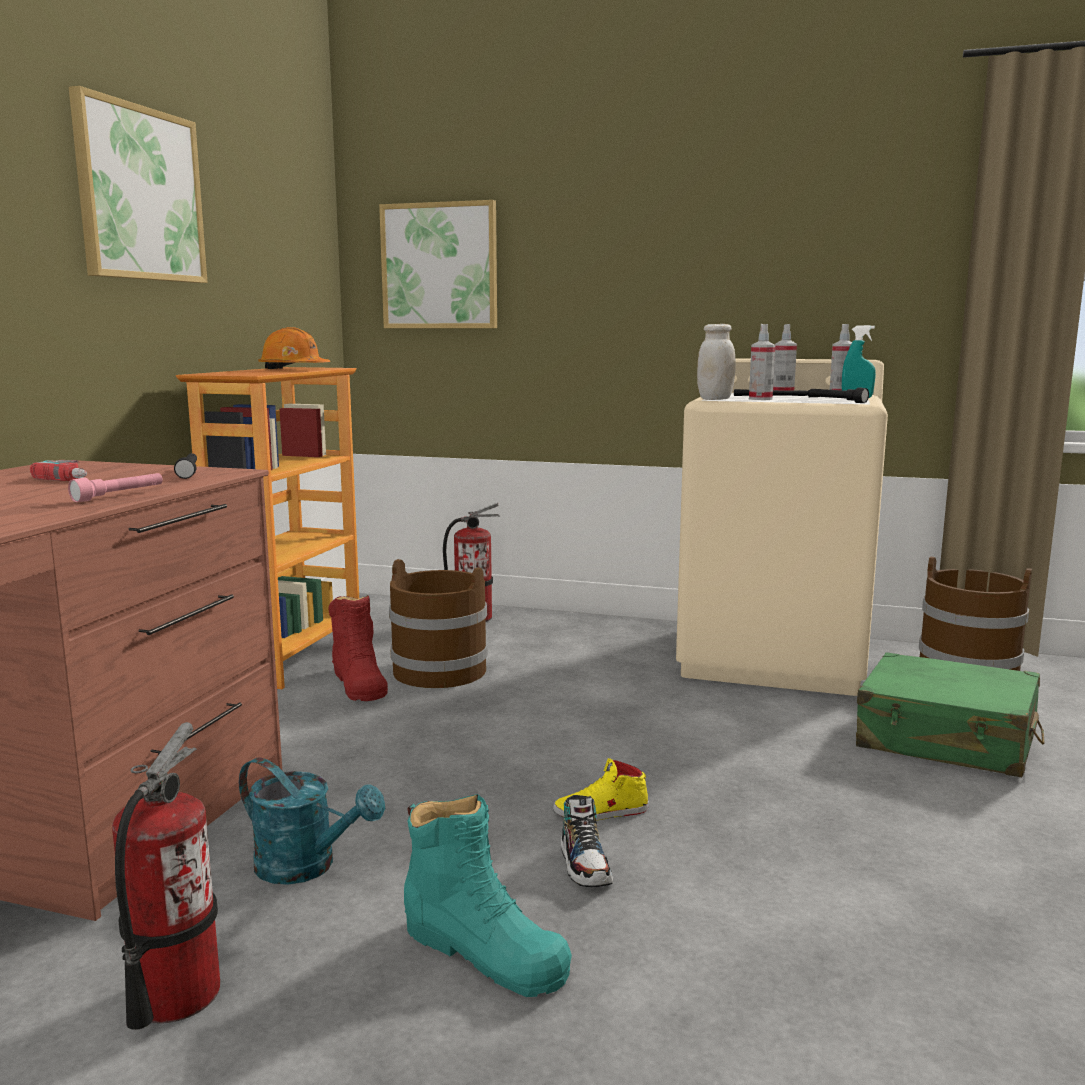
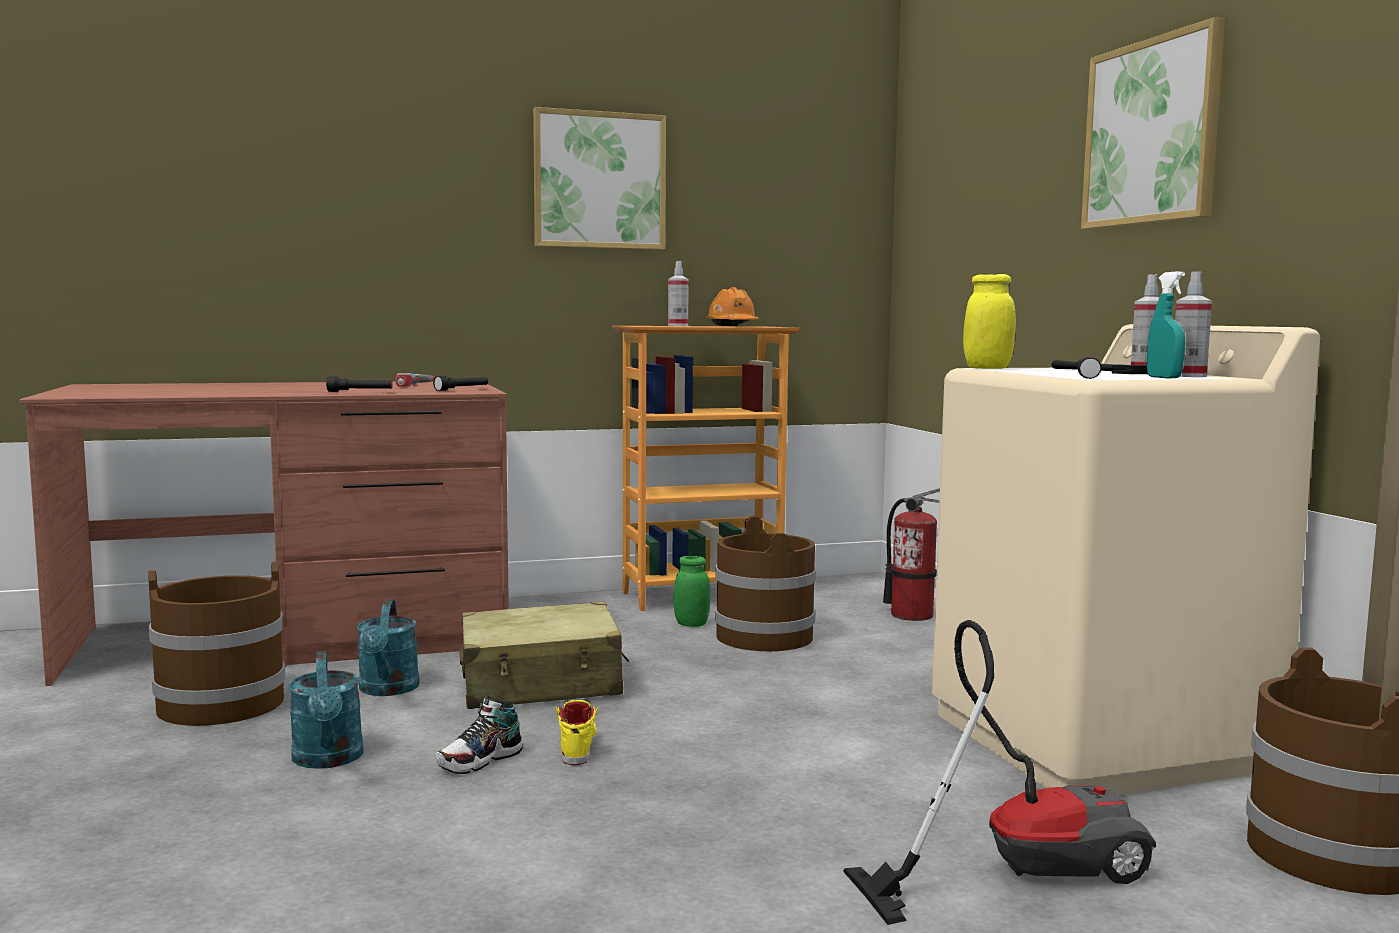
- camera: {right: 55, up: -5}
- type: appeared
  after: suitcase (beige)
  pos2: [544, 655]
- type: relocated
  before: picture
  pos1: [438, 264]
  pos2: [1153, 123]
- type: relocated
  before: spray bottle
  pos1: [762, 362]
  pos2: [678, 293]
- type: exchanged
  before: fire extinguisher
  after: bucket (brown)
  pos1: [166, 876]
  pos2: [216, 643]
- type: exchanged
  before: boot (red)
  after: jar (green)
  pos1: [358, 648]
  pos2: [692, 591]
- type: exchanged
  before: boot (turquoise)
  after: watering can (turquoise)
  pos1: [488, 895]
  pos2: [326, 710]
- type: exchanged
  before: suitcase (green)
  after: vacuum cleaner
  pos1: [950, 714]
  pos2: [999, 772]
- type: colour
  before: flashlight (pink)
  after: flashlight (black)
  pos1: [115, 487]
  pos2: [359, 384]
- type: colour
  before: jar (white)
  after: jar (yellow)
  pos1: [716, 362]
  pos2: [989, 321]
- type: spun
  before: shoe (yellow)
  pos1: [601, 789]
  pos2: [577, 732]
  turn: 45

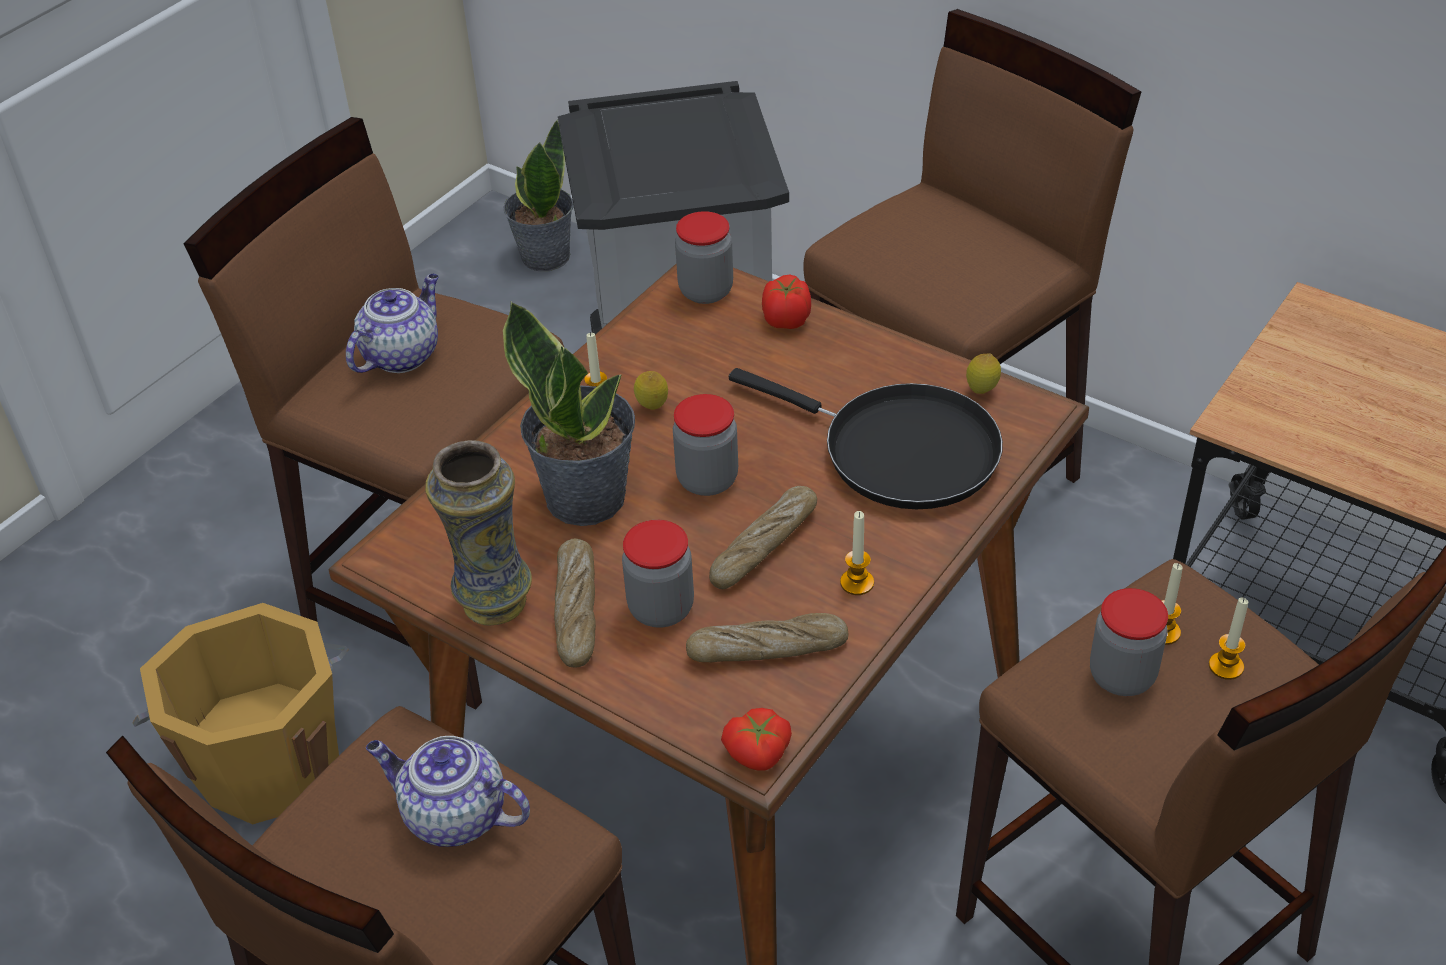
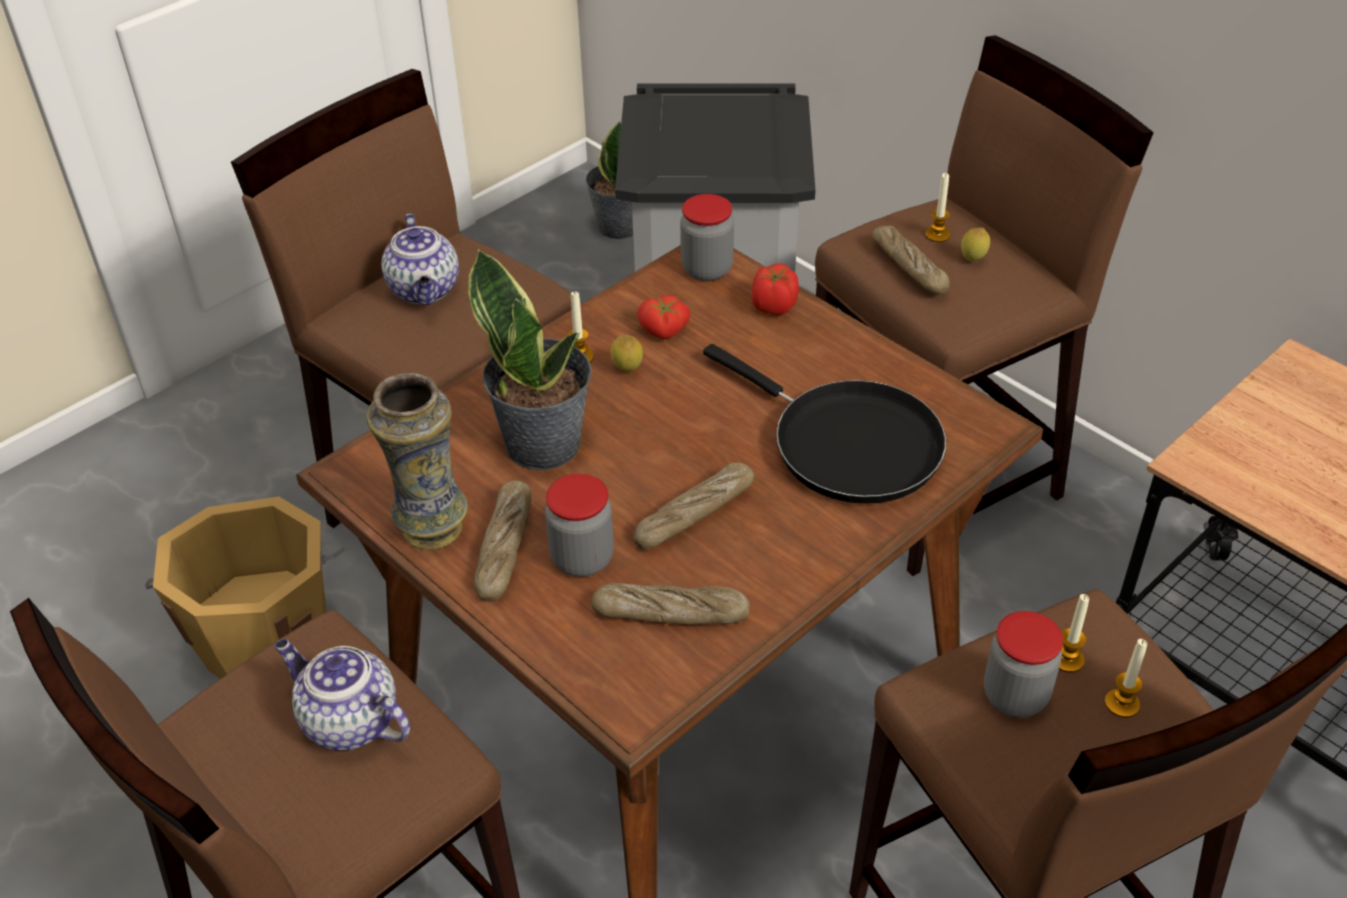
- camera: {right: 10, up: 0}
- type: missing
  before: jar
  pos1: [705, 445]
- type: appeared
  after: bread
  pos2: [911, 260]
- type: relocated
  before: tomato
  pos1: [756, 739]
  pos2: [663, 317]
- type: relocated
  before: candle
  pos1: [857, 553]
  pos2: [937, 207]
- type: relocated
  before: lemon
  pos1: [983, 373]
  pos2: [975, 244]
- type: spun
  before: teapot
  pos1: [392, 323]
  pos2: [420, 259]
  turn: 120

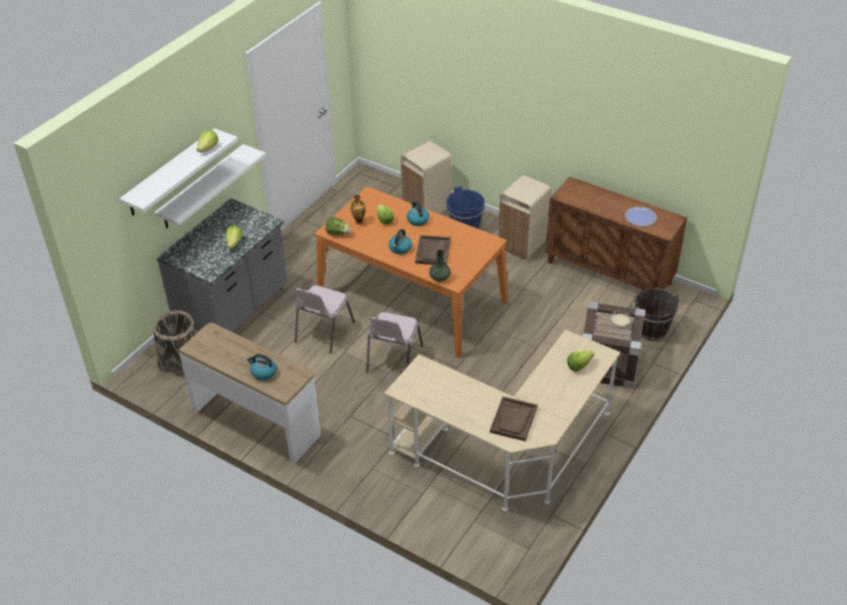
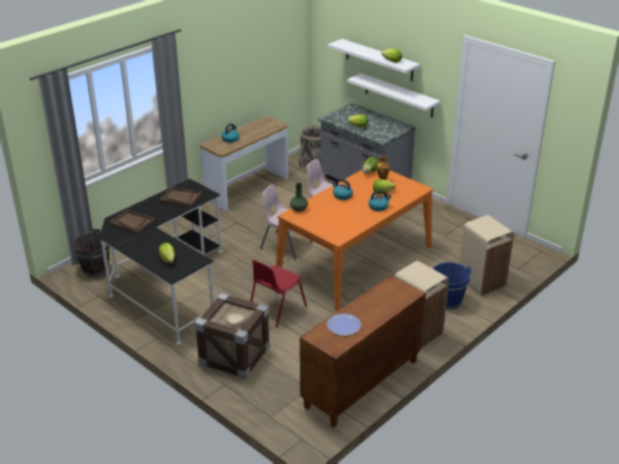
- camera: {right: 100, up: -10}
- type: appeared
  after: chair (red)
  pos2: [278, 294]
- type: relocated
  before: tray (brown)
  pos1: [433, 250]
  pos2: [181, 197]
- type: relocated
  before: bucket (brown)
  pos1: [657, 314]
  pos2: [92, 253]
- type: colour
  before: desk (beige)
  after: desk (black)
  pos1: [502, 420]
  pos2: [160, 262]

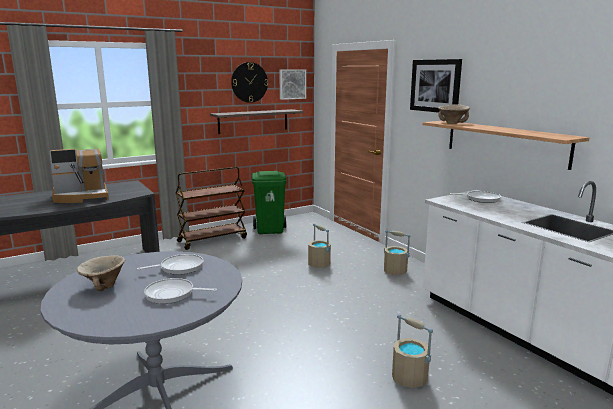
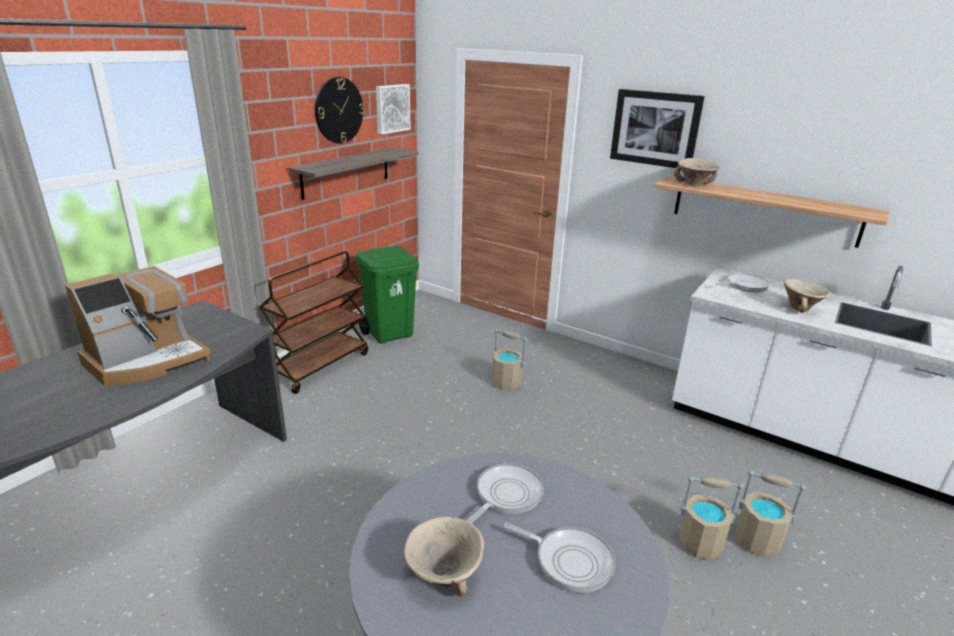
- camera: {right: -25, up: 10}
- type: appeared
  after: bowl (beige)
  pos2: [807, 296]
- type: relocated
  before: bucket (beige)
  pos1: [397, 252]
  pos2: [711, 517]
- type: spun
  before: frying pan
  pos1: [180, 291]
  pos2: [560, 558]
  turn: -135

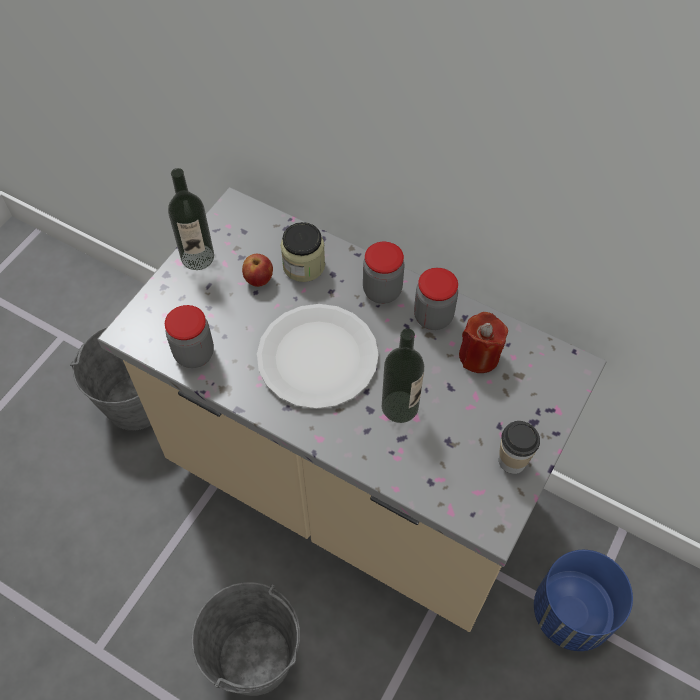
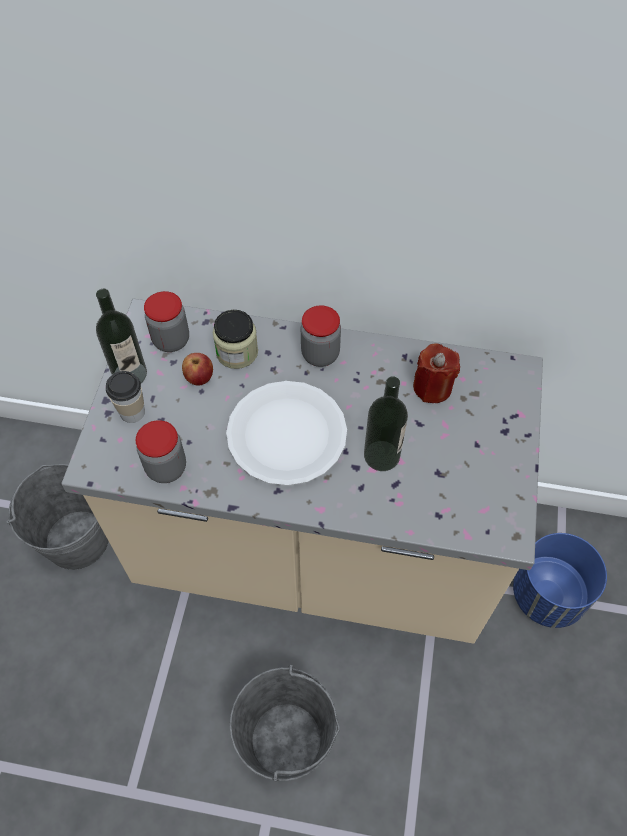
- camera: {right: -20, up: 0}
- type: relocated
  before: jar
  pos1: [436, 299]
  pos2: [166, 321]
- type: relocated
  before: cup
  pos1: [519, 447]
  pos2: [125, 397]

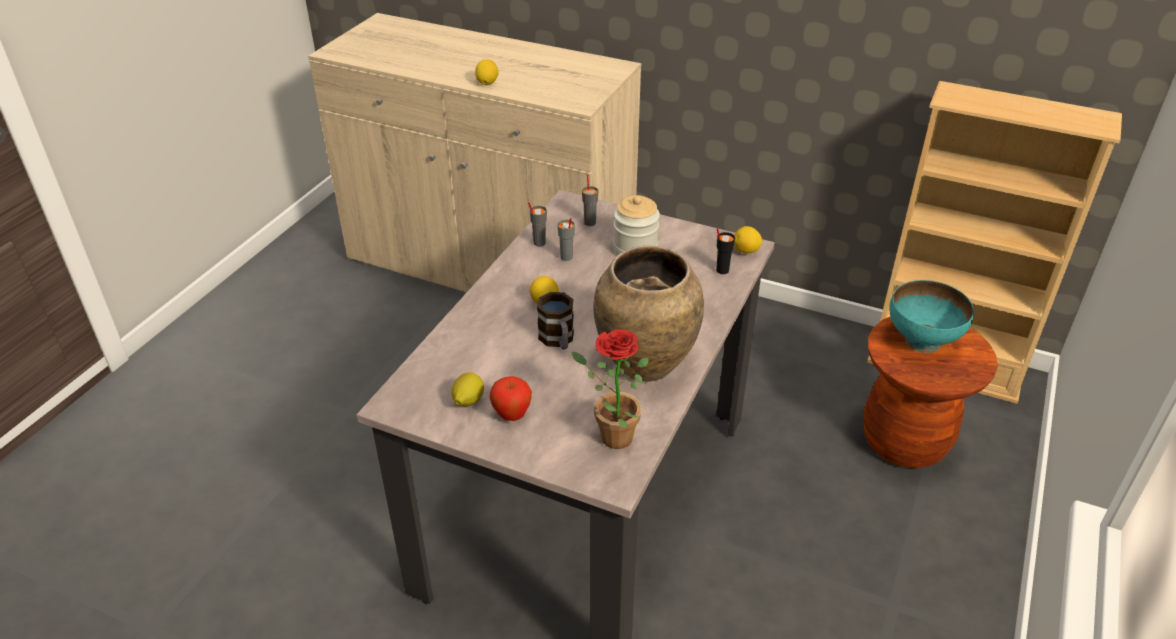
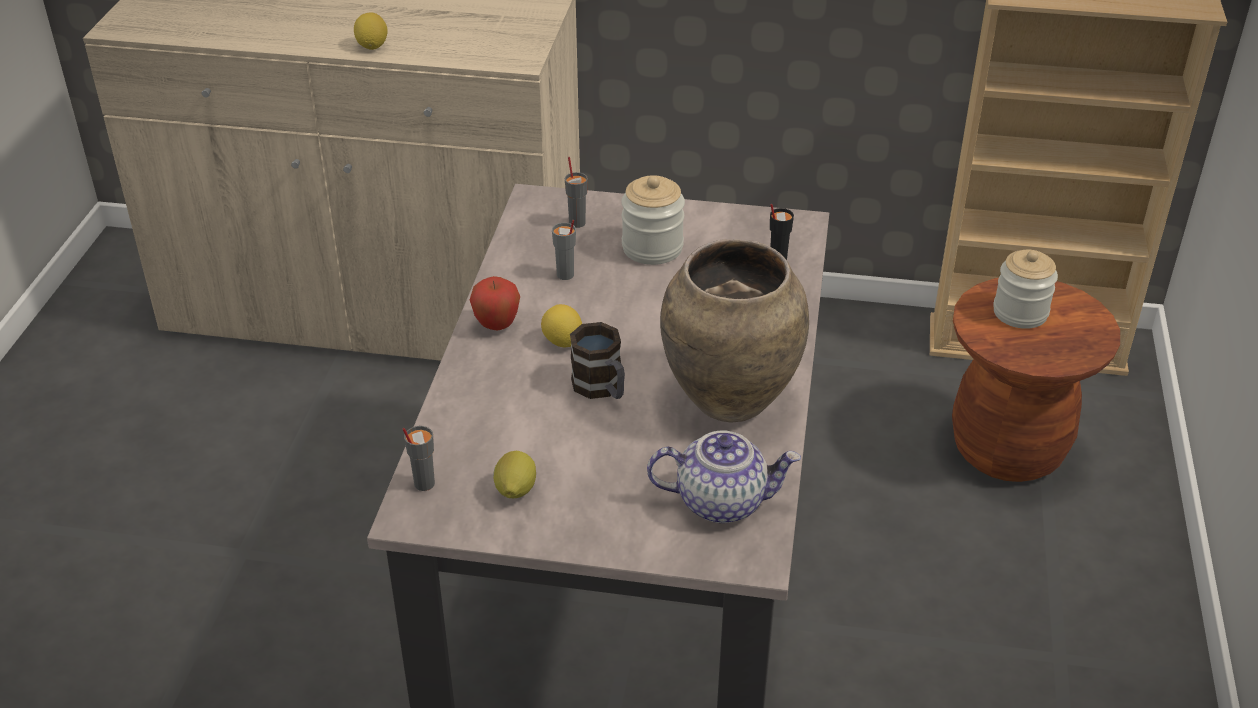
- camera: {right: -15, up: 0}
- type: missing
  before: lemon
  pos1: [748, 240]
- type: relocated
  before: apple
  pos1: [510, 398]
  pos2: [495, 303]
- type: relocated
  before: cup (grey)
  pos1: [537, 224]
  pos2: [419, 458]
- type: exchanged
  before: potted plant
  after: teapot
  pos1: [610, 389]
  pos2: [724, 476]
- type: exchanged
  before: bowl (turquoise)
  after: jar
  pos1: [931, 316]
  pos2: [1025, 289]

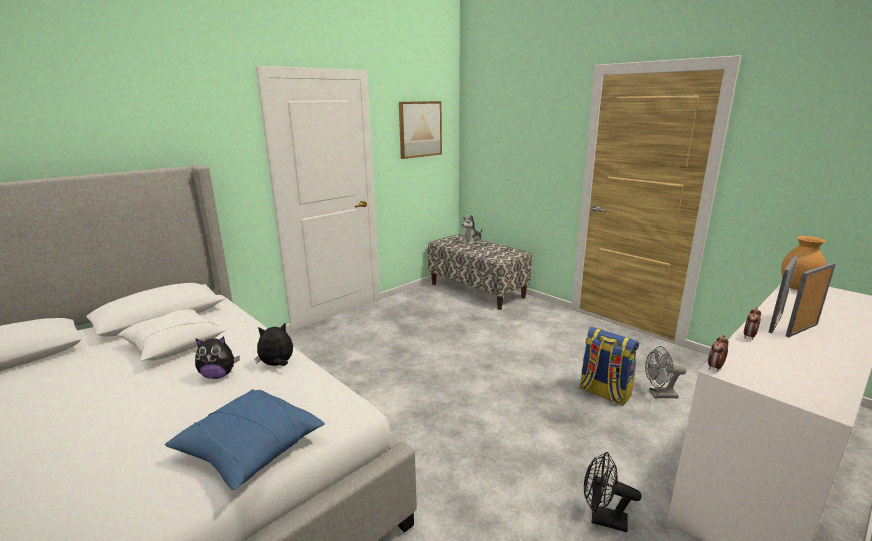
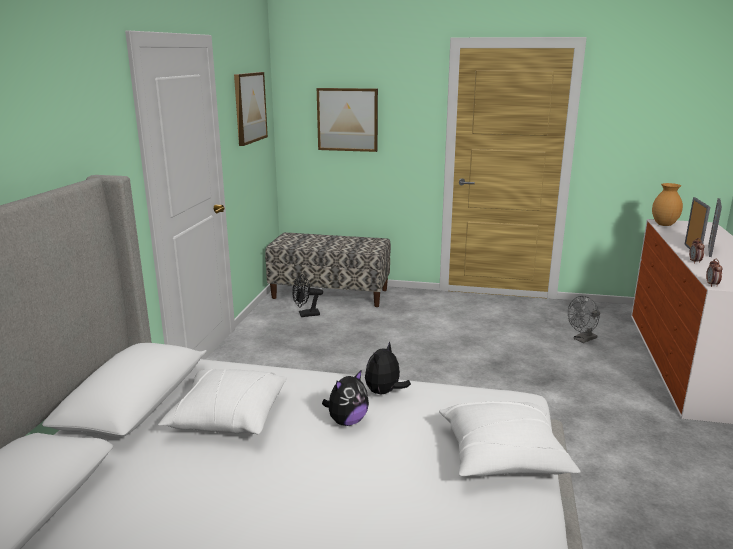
- camera: {right: -35, up: 0}
- type: missing
  before: plush toy
  pos1: [471, 230]
- type: missing
  before: backpack
  pos1: [609, 366]
- type: appeared
  after: picture
  pos2: [347, 120]
- type: relocated
  before: fan (black)
  pos1: [613, 492]
  pos2: [307, 295]
- type: colour
  before: pillow (blue)
  after: pillow (white)
  pos1: [245, 439]
  pos2: [510, 439]

